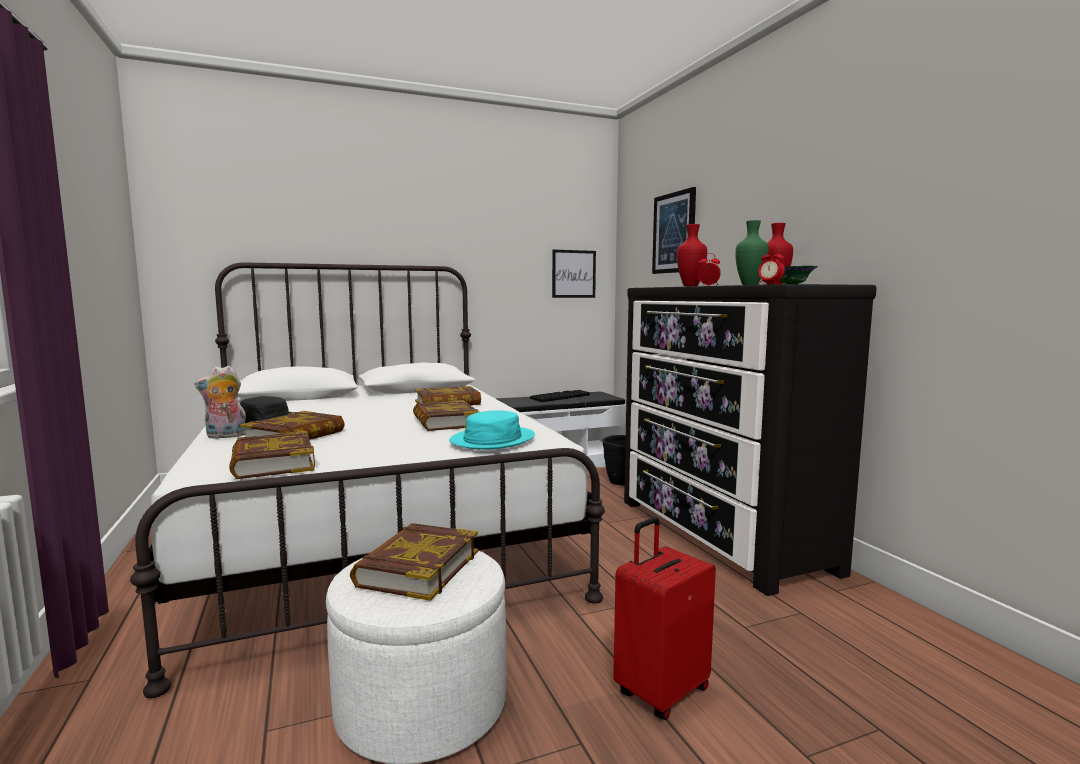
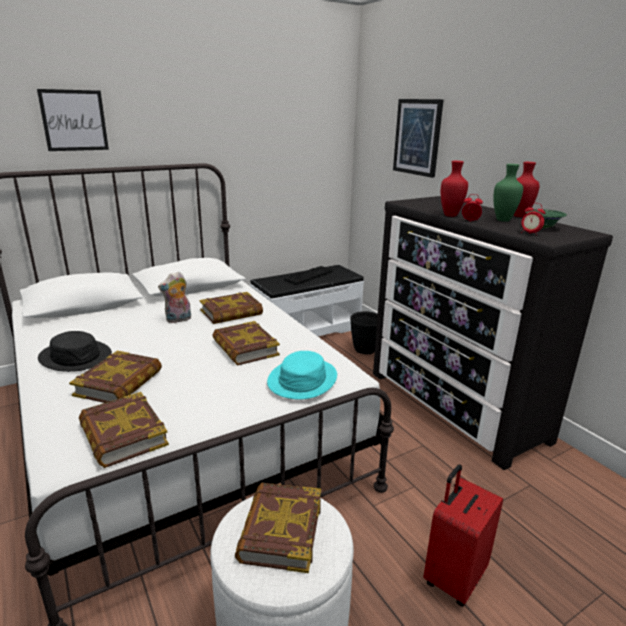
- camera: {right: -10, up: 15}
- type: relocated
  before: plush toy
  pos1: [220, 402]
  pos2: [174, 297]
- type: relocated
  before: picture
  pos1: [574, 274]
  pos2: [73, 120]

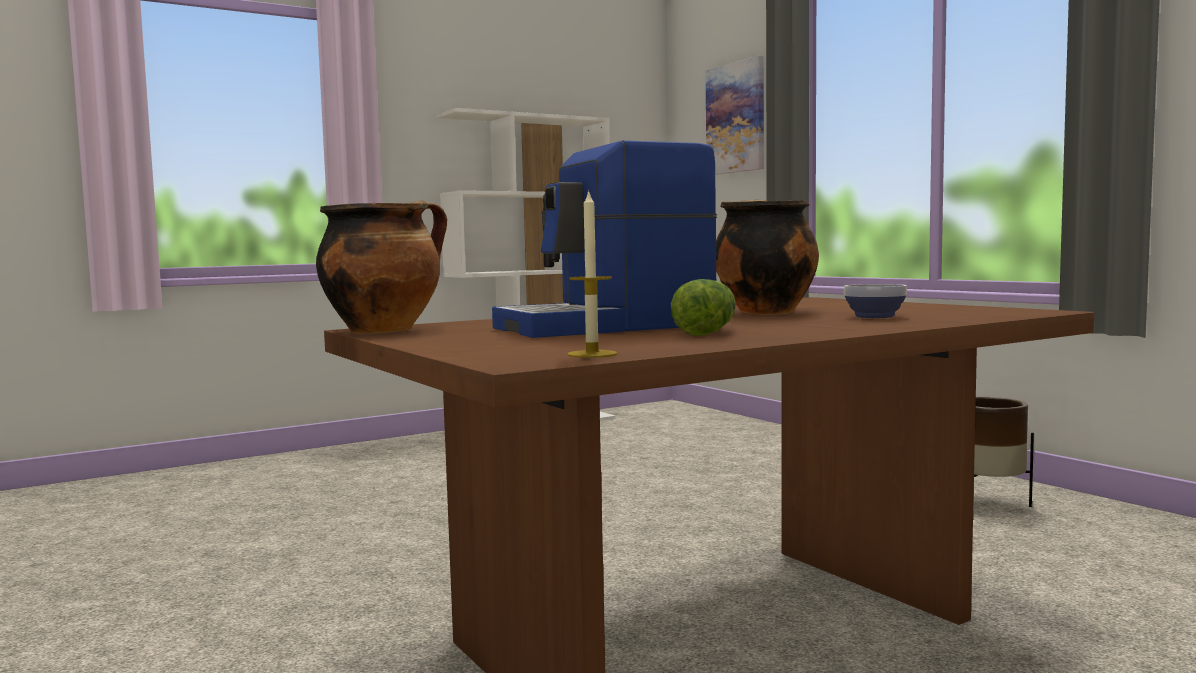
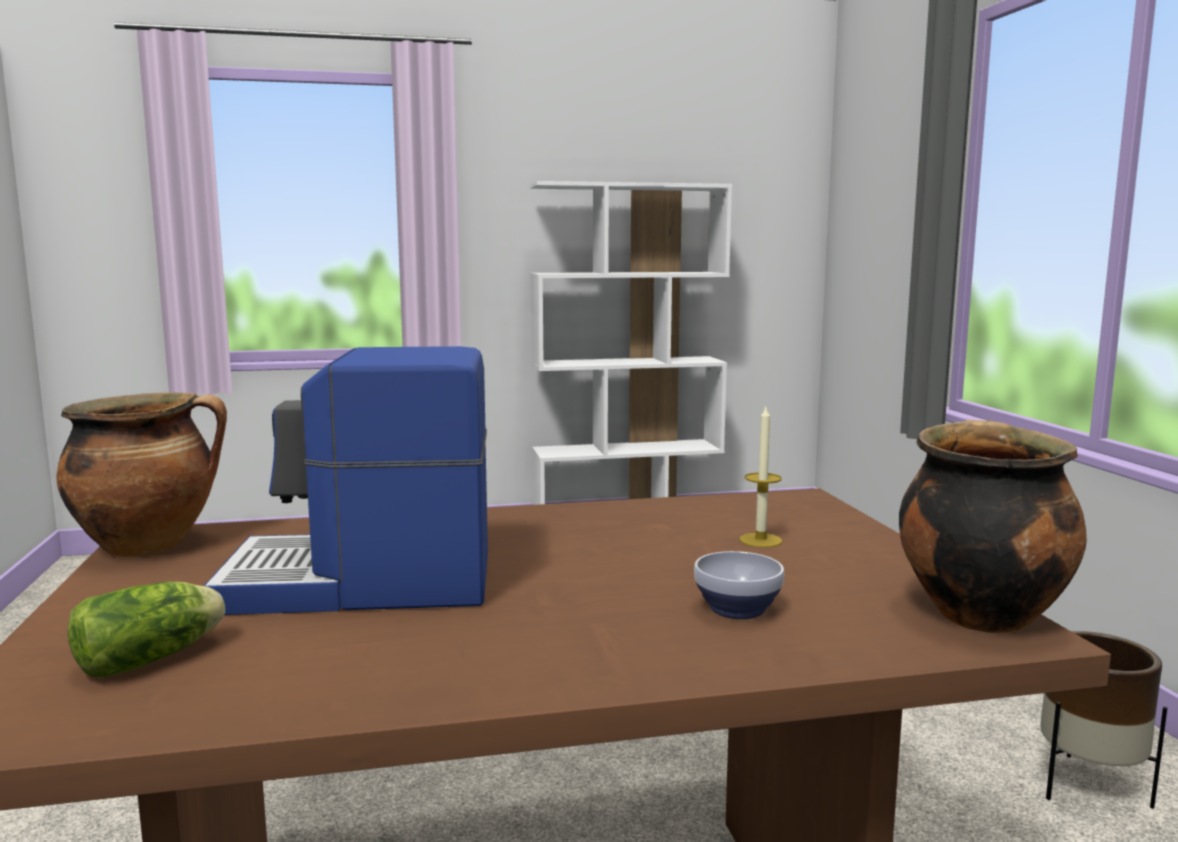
- camera: {right: 20, up: 5}
- type: missing
  before: picture
  pos1: [735, 115]
- type: relocated
  before: candle
  pos1: [592, 273]
  pos2: [760, 477]
- type: relocated
  before: lettuce
  pos1: [703, 307]
  pos2: [146, 629]
- type: relocated
  before: cooking pot
  pos1: [767, 257]
  pos2: [993, 526]

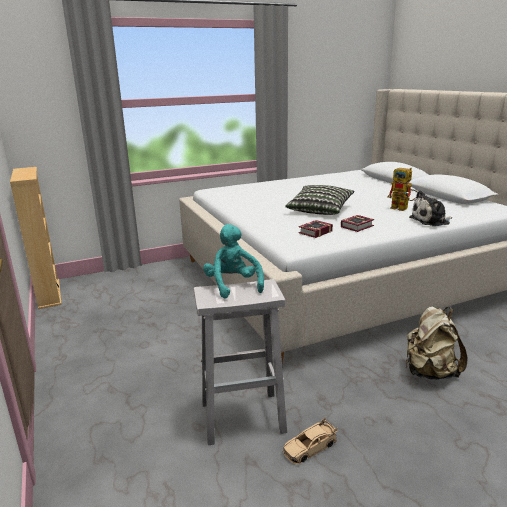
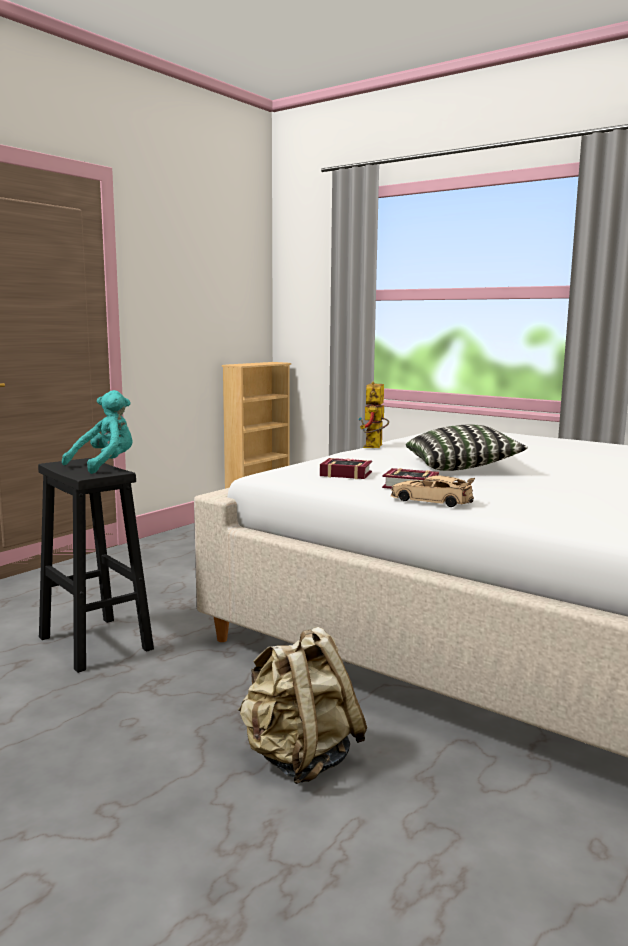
- camera: {right: 60, up: -10}
- type: missing
  before: plush toy
  pos1: [430, 208]
- type: relocated
  before: toy car (beige)
  pos1: [310, 440]
  pos2: [433, 491]
- type: relocated
  before: toy robot
  pos1: [403, 189]
  pos2: [373, 415]
- type: colour
  before: stool (white)
  after: stool (black)
  pos1: [240, 362]
  pos2: [96, 565]

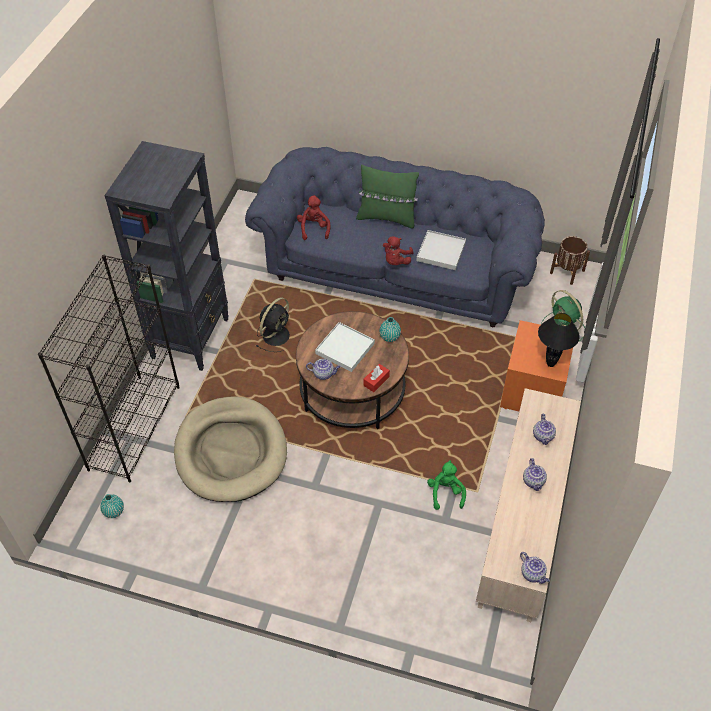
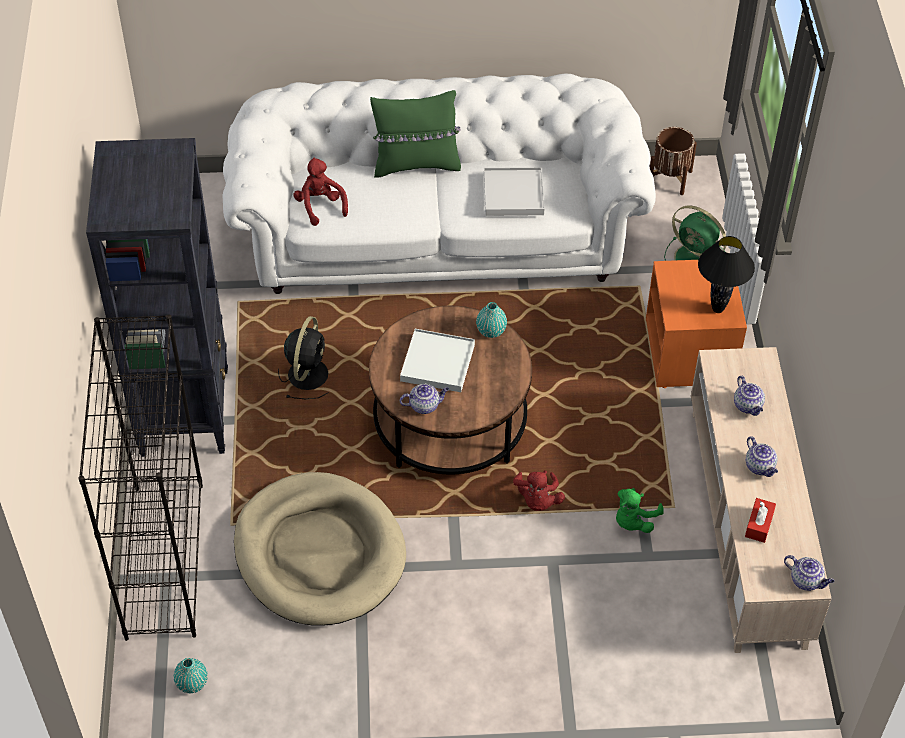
- camera: {right: -20, up: 0}
- type: relocated
  before: tissue box (red)
  pos1: [376, 378]
  pos2: [760, 520]
- type: relocated
  before: plush toy (red)
  pos1: [398, 251]
  pos2: [539, 490]
- type: colour
  before: sofa (blue)
  after: sofa (white)
  pos1: [395, 237]
  pos2: [439, 183]
- type: spun
  before: plush toy (green)
  pos1: [446, 485]
  pos2: [640, 510]
  turn: -120

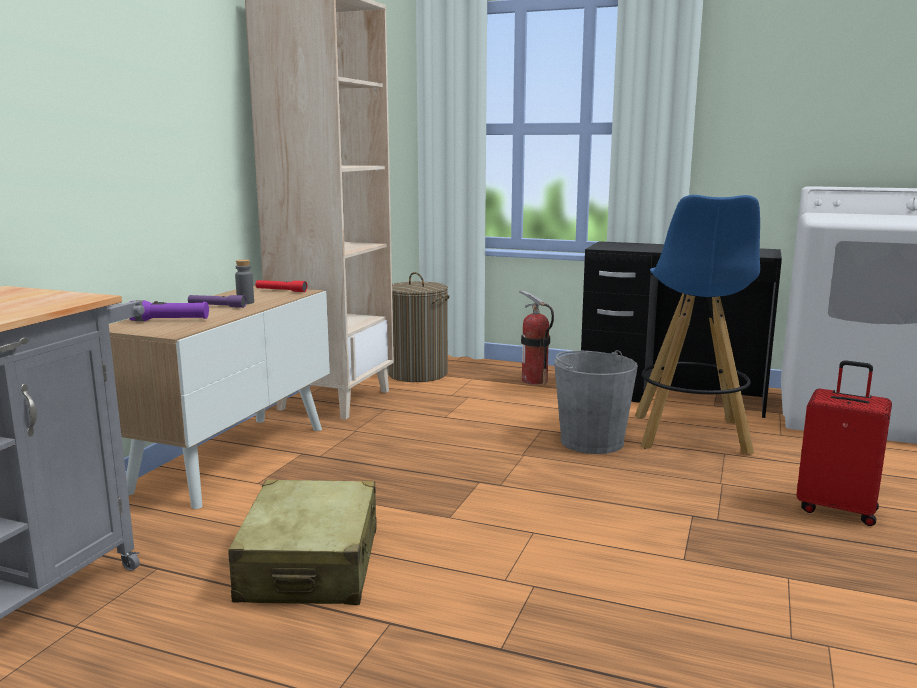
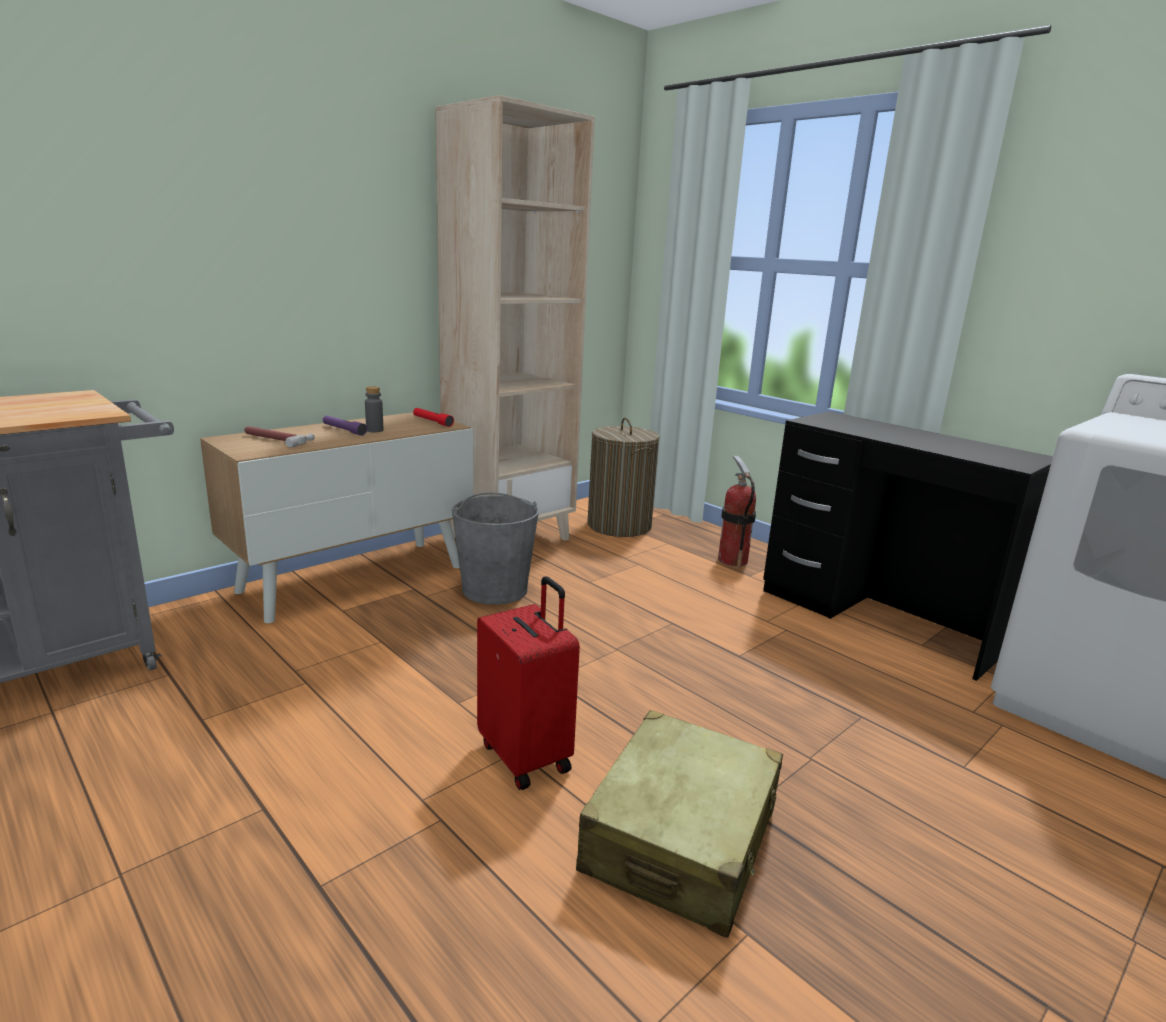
- camera: {right: 25, up: 5}
- type: missing
  before: stool (blue)
  pos1: [697, 324]
- type: relocated
  before: suitcase (beige)
  pos1: [302, 542]
  pos2: [679, 824]
- type: relocated
  before: bucket (grey)
  pos1: [596, 402]
  pos2: [495, 549]
- type: relocated
  before: suitcase (red)
  pos1: [844, 443]
  pos2: [528, 683]
- type: exchanged
  before: flashlight (purple)
  after: hammer
  pos1: [169, 310]
  pos2: [279, 437]

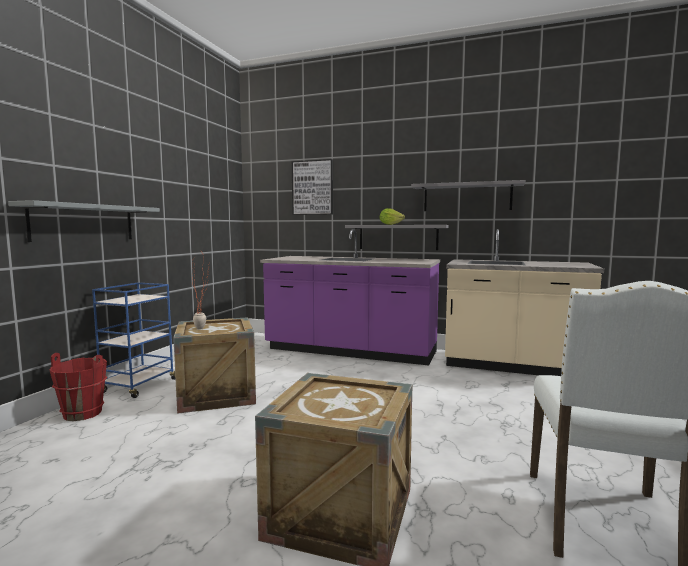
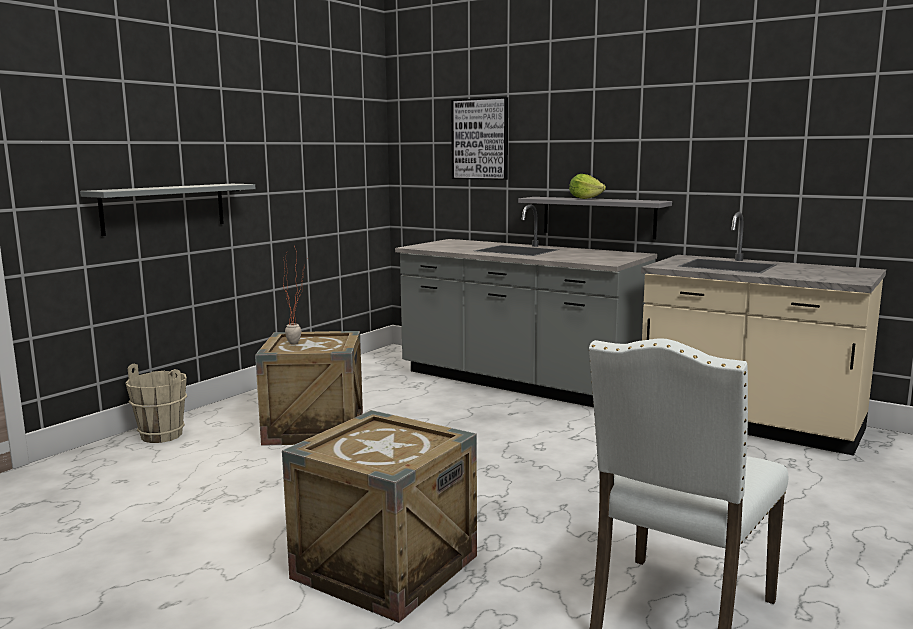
- camera: {right: 15, up: 5}
- type: missing
  before: cart (blue)
  pos1: [133, 340]
- type: missing
  before: shelf (grey)
  pos1: [468, 195]
- type: colour
  before: bucket (red)
  after: bucket (beige)
  pos1: [78, 387]
  pos2: [156, 403]
- type: colour
  before: counter (purple)
  after: counter (grey)
  pos1: [350, 297]
  pos2: [526, 305]

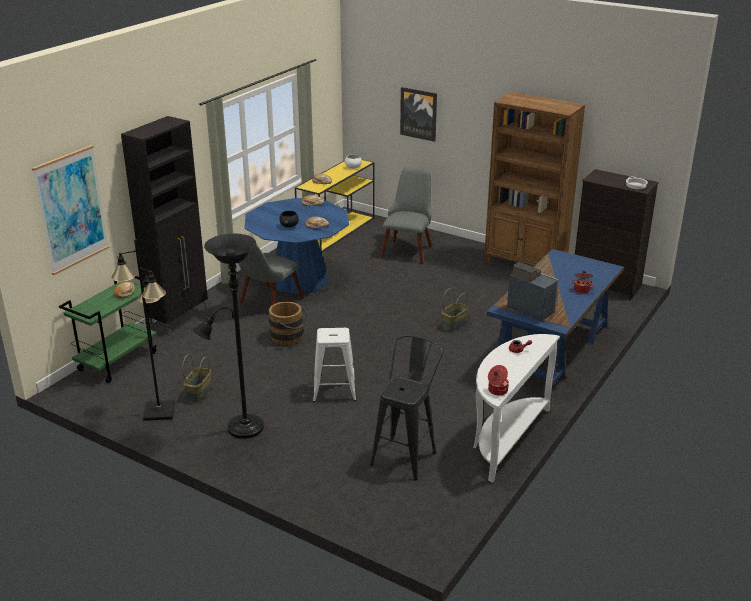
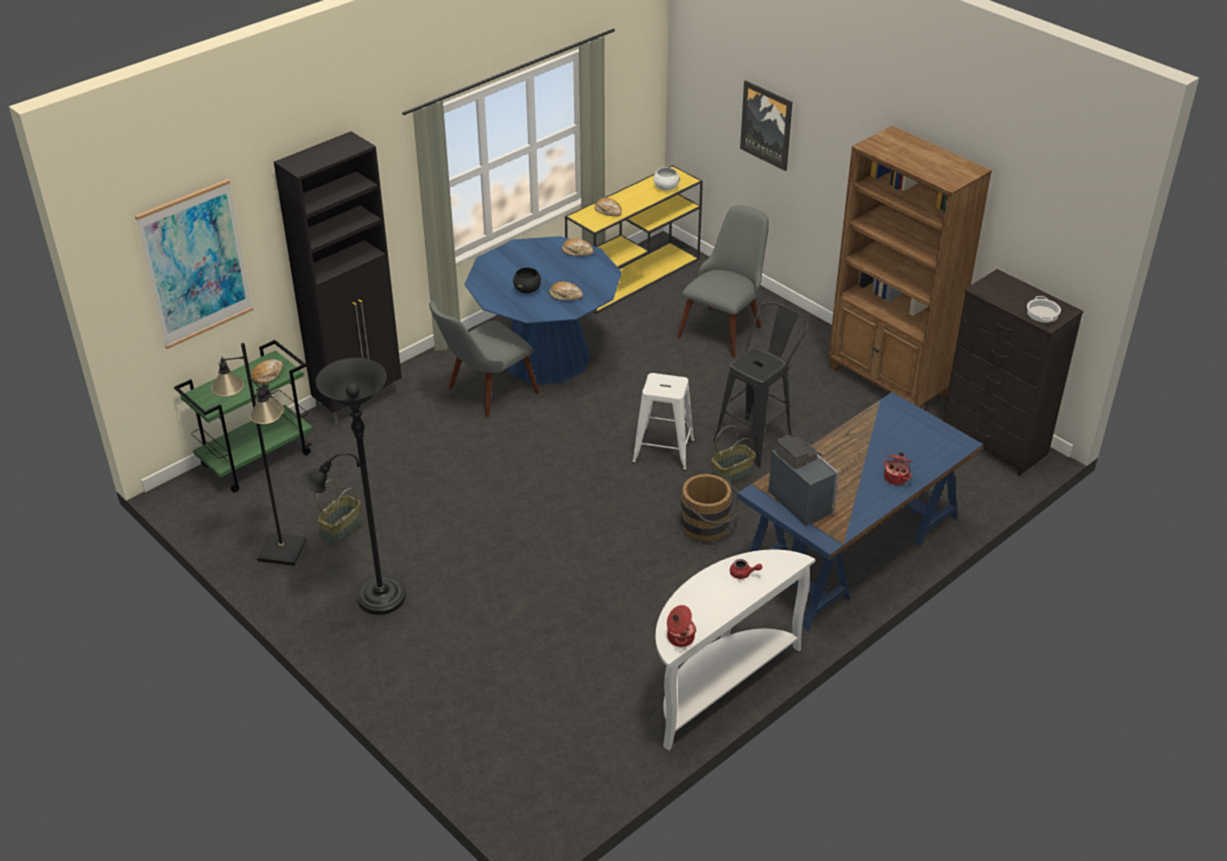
- camera: {right: 15, up: 10}
- type: relocated
  before: bucket (brown)
  pos1: [289, 323]
  pos2: [710, 507]
- type: relocated
  before: stool (white)
  pos1: [334, 365]
  pos2: [663, 422]
- type: relocated
  before: stool (black)
  pos1: [406, 407]
  pos2: [761, 384]

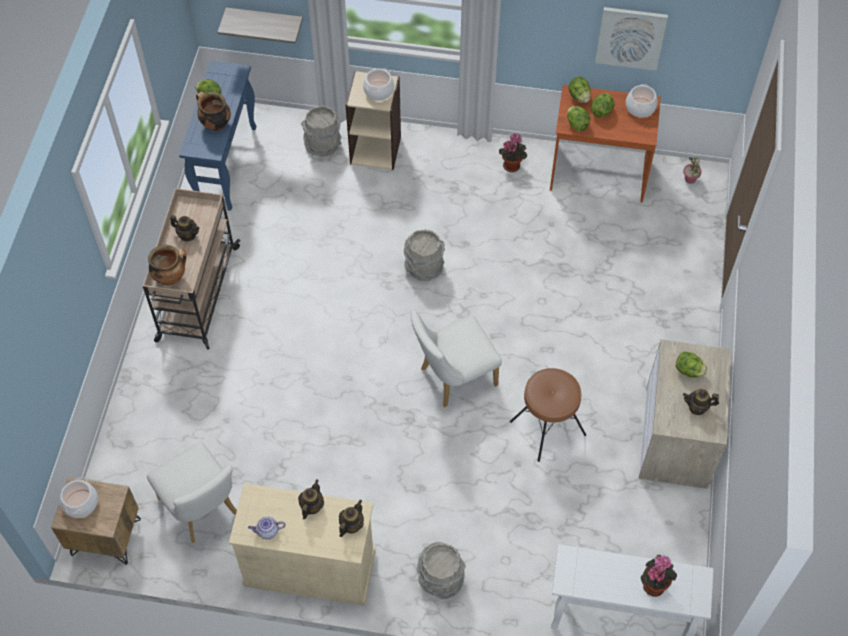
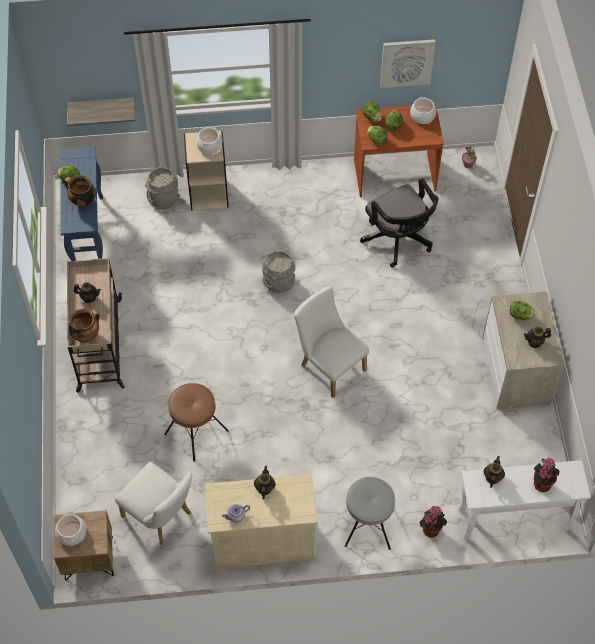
- camera: {right: -15, up: 0}
- type: appeared
  after: office chair (black)
  pos2: [399, 222]
- type: relocated
  before: teapot
  pos1: [351, 518]
  pos2: [494, 472]
- type: relocated
  before: potted plant
  pos1: [513, 152]
  pos2: [433, 522]
- type: relocated
  before: stool (brown)
  pos1: [548, 415]
  pos2: [196, 422]
- type: exchanged
  before: bucket (grey)
  after: stool (grey)
  pos1: [441, 570]
  pos2: [370, 513]
- type: spun
  before: chair (white)
  pos1: [456, 359]
  pos2: [331, 342]
  turn: 90

